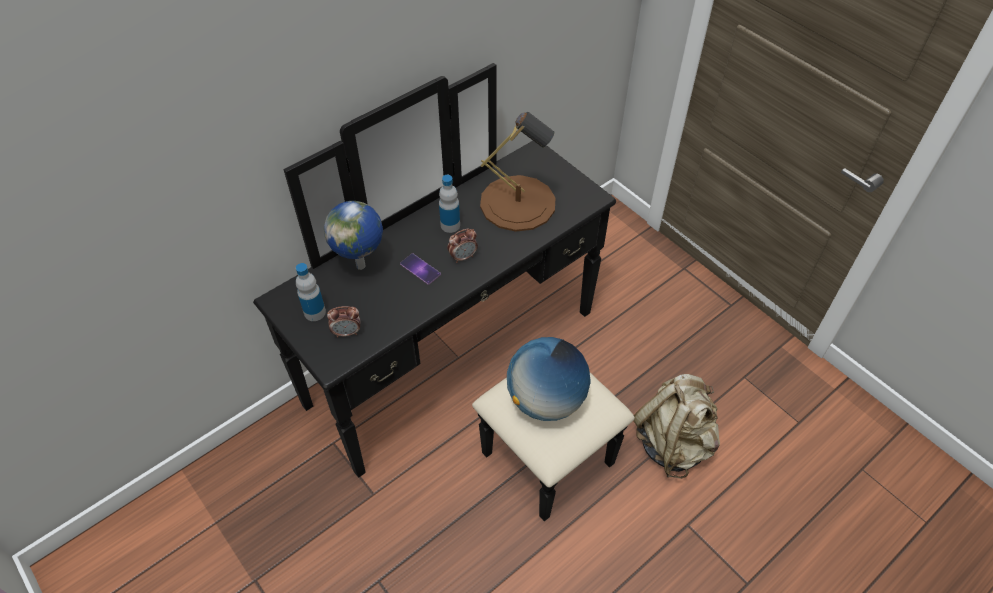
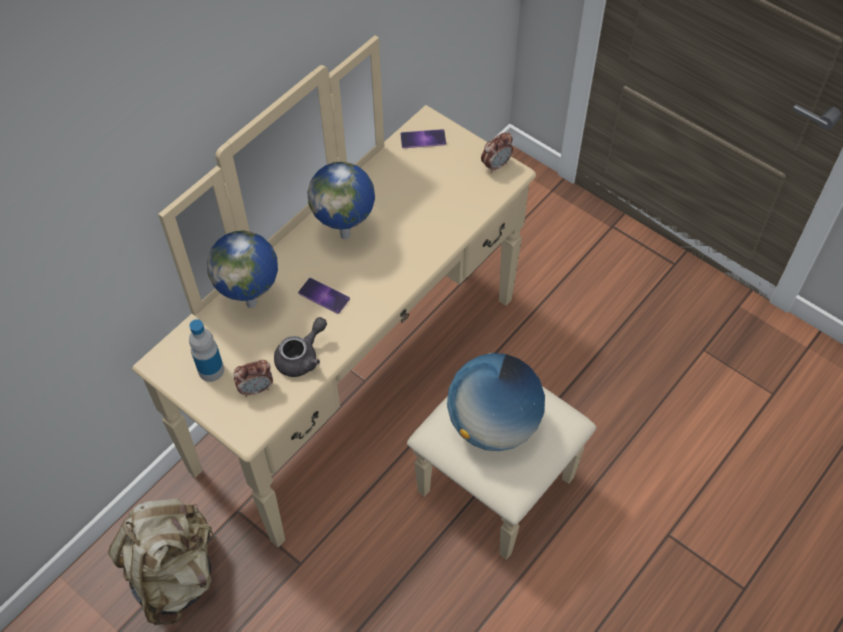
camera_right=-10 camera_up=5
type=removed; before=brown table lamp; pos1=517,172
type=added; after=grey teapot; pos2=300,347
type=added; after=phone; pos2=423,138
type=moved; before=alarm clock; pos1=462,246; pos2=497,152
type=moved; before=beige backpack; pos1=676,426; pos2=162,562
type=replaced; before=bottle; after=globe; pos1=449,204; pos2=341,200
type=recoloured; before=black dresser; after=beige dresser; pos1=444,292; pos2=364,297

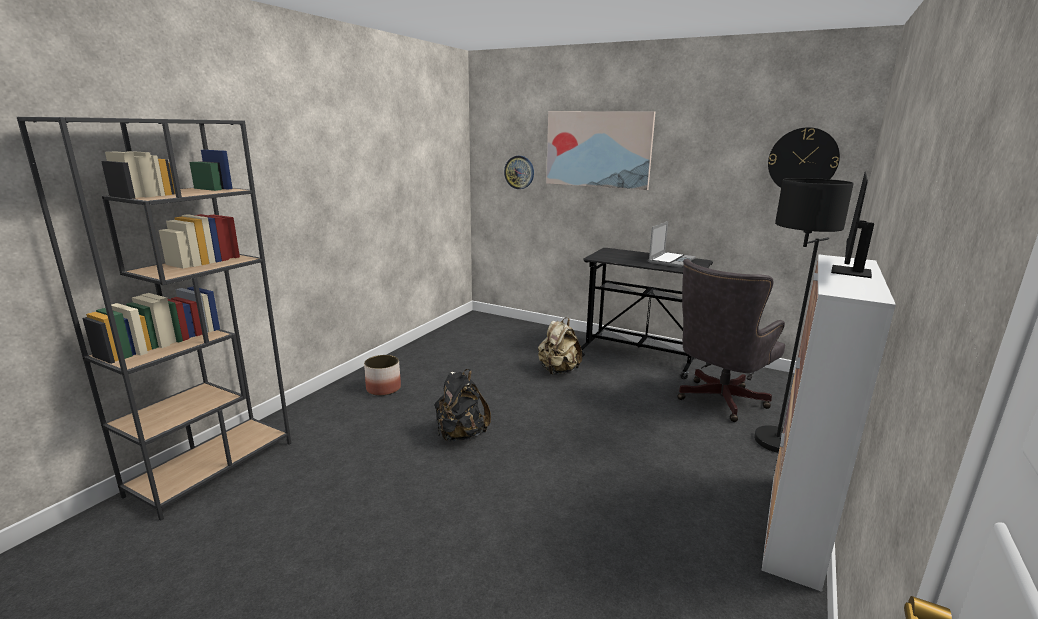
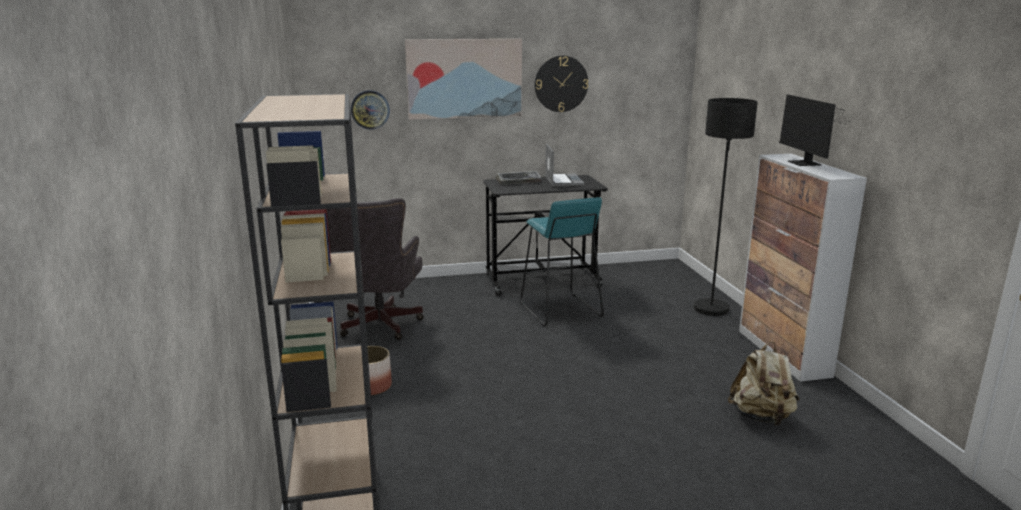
camera_right=-40 camera_up=0
type=removed; before=black backpack; pos1=463,405
type=added; after=keyboard; pos2=519,178
type=added; after=turquoise stool; pos2=562,261
type=moved; before=beige backpack; pos1=560,346; pos2=764,383
type=moved; before=grey office chair; pos1=731,340; pos2=374,269
type=moved; before=wall clock; pos1=804,157; pos2=561,84

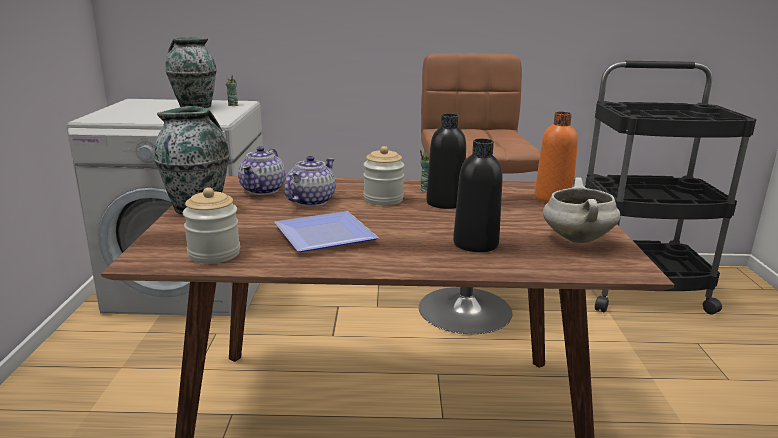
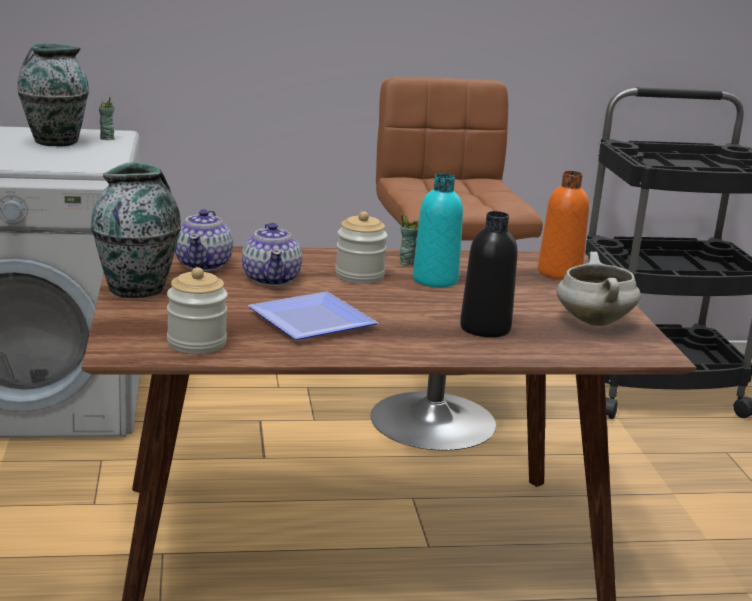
camera_right=-10 camera_up=0
type=recoloured; before=black bottle; after=turquoise bottle; pos1=446,161; pos2=438,230
type=turned; before=teapot; pos1=310,181; pos2=272,254; turn=150

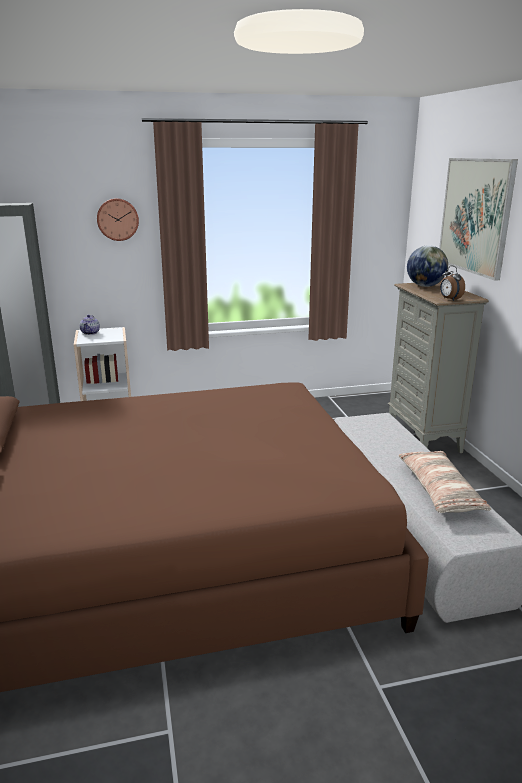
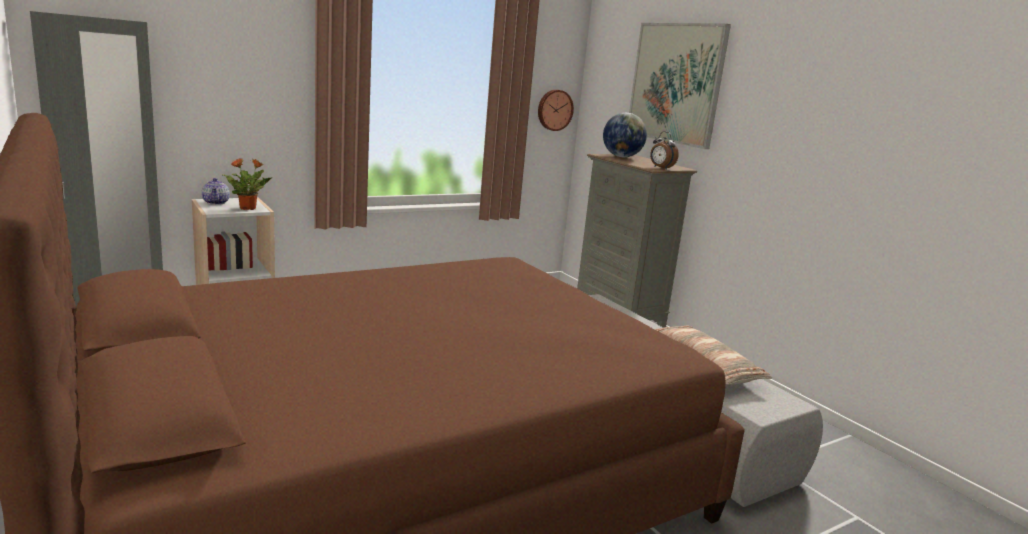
camera_right=-20 camera_up=-5
type=added; after=potted plant; pos2=247,184
type=moved; before=wall clock; pos1=118,219; pos2=556,110

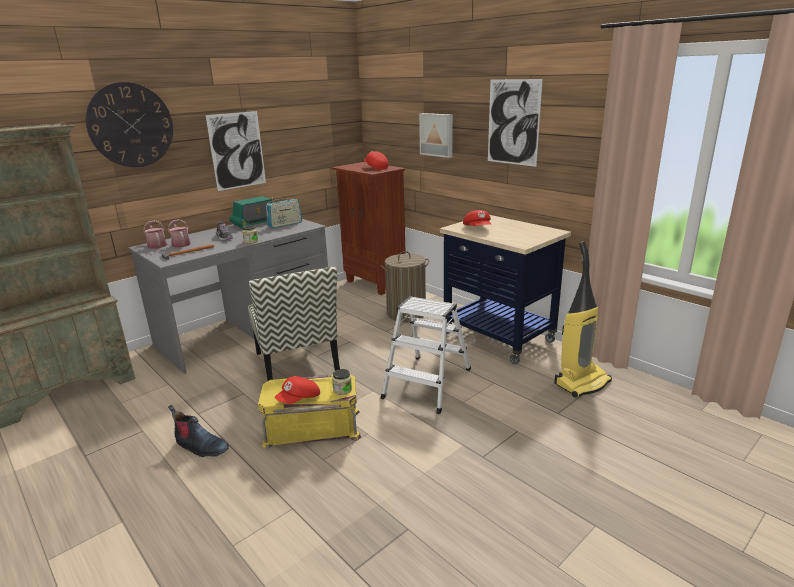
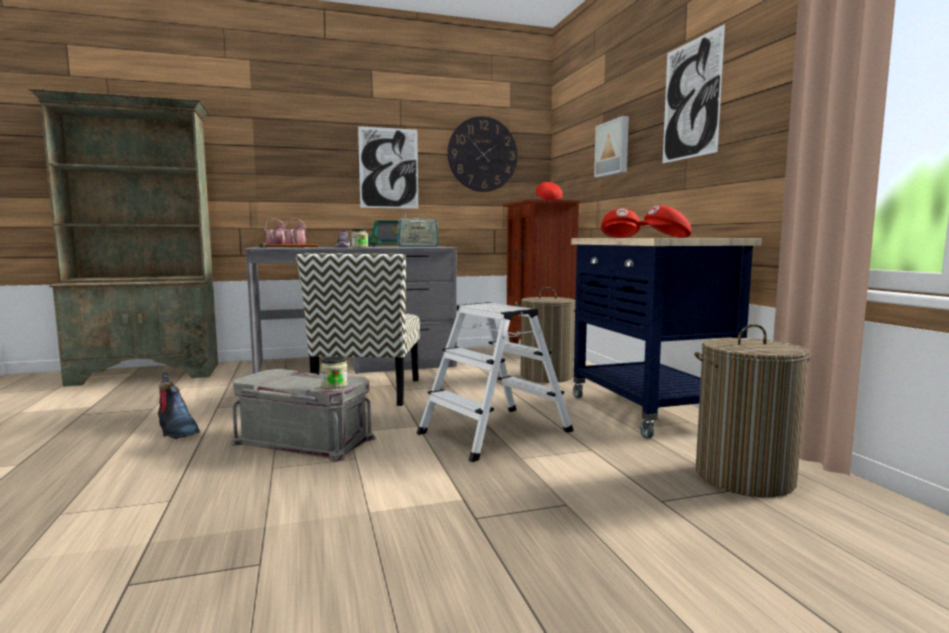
camera_right=25 camera_up=-15
type=moved; before=wall clock; pos1=129,124; pos2=482,154
type=moved; before=red cap; pos1=297,390; pos2=663,222
type=replaced; before=vacuum cleaner; after=laundry basket; pos1=583,319; pos2=752,410
type=recoloured; before=yellow storage box; after=grey storage box; pos1=309,412; pos2=303,415

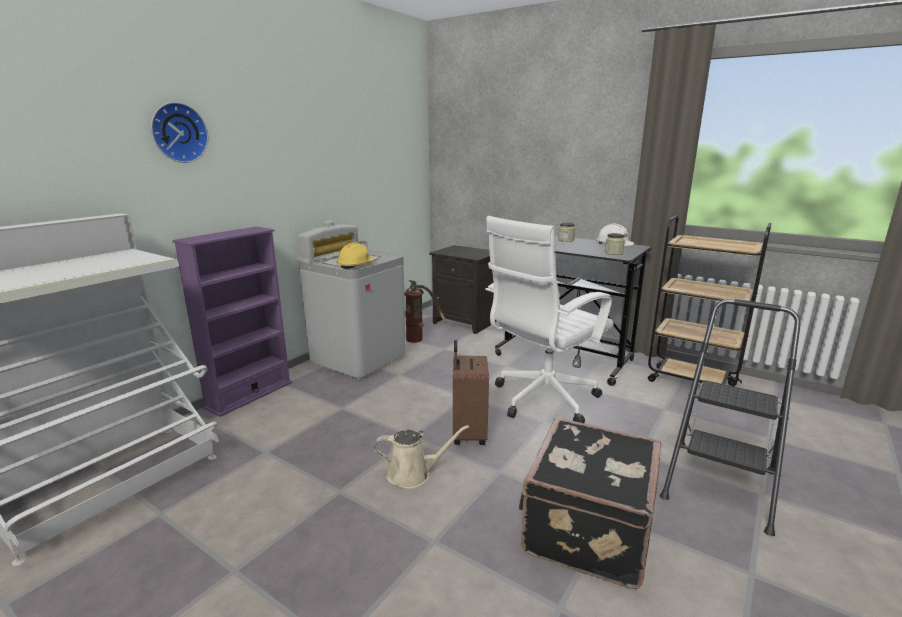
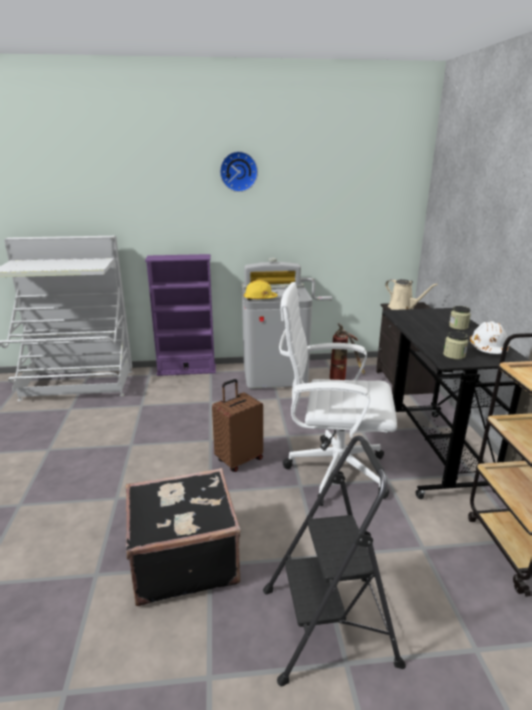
camera_right=50 camera_up=5
type=moved; before=wall clock; pos1=180,132; pos2=239,171
type=moved; before=beige watering can; pos1=421,457; pos2=411,294

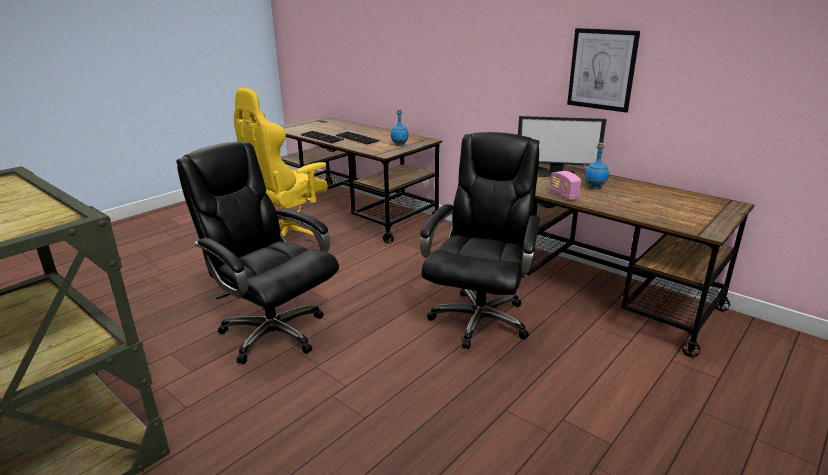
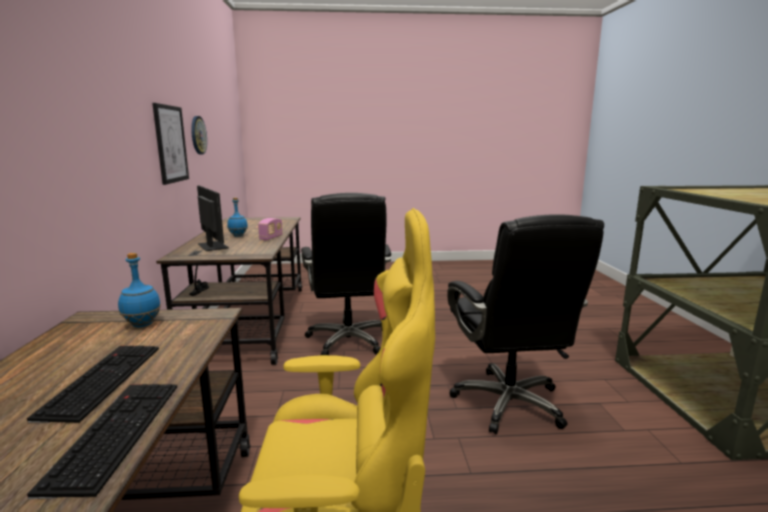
camera_right=-135 camera_up=-10
type=added; after=wall clock; pos2=199,135
type=turned; before=black office chair; pos1=480,240; pos2=346,274; turn=-75

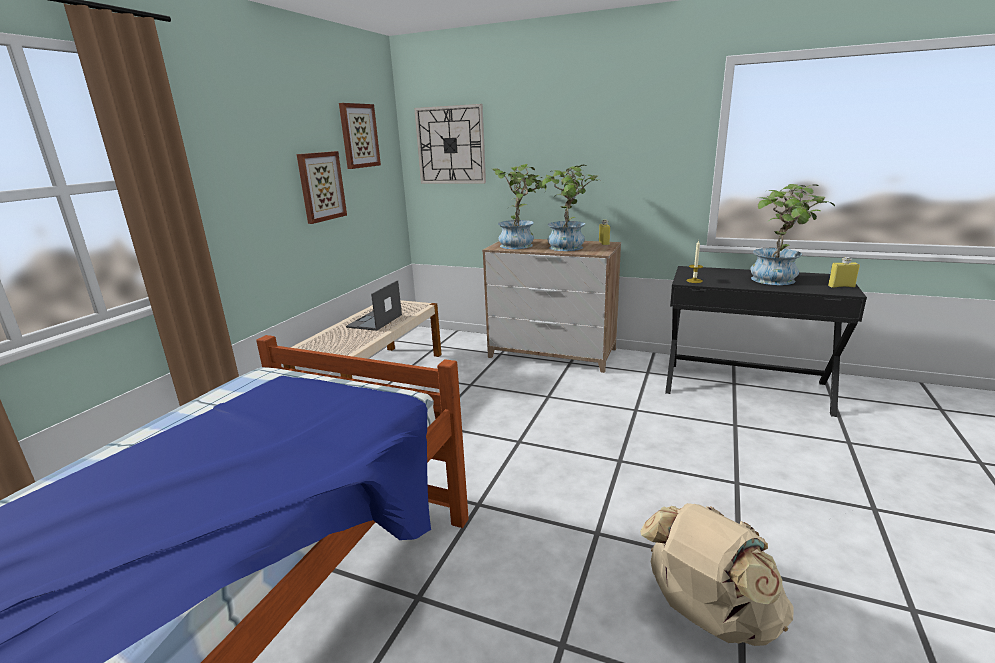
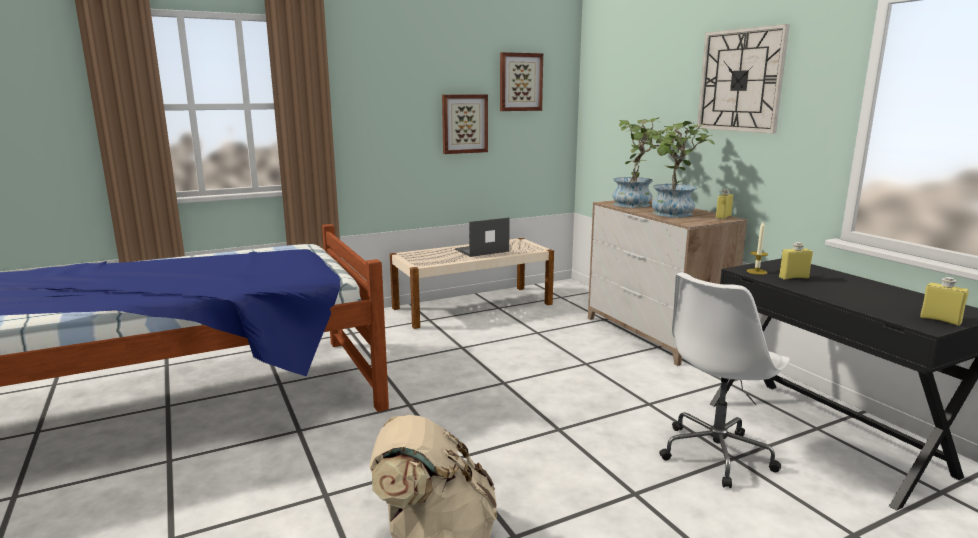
camera_right=40 camera_up=-5
type=removed; before=potted plant; pos1=792,234
type=added; after=white office chair; pos2=724,380
type=added; after=yellow bottle; pos2=796,261
type=moved; before=wall clock; pos1=450,144; pos2=743,78

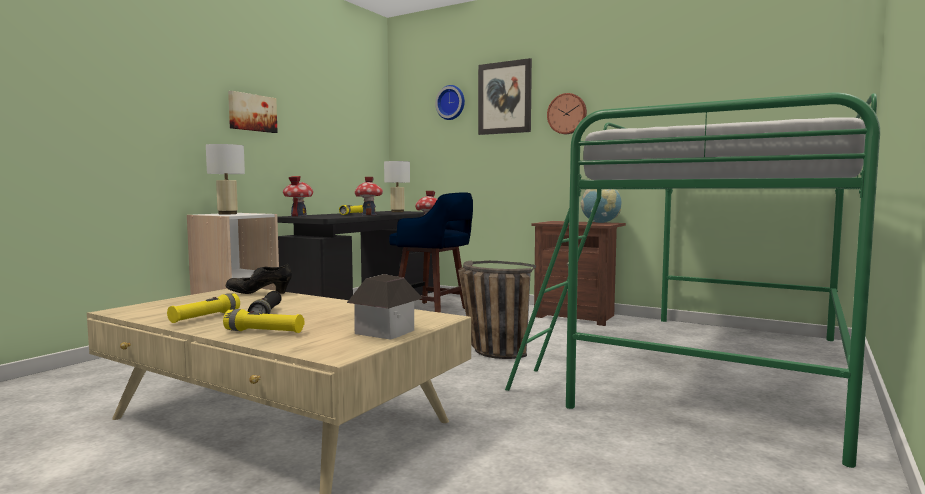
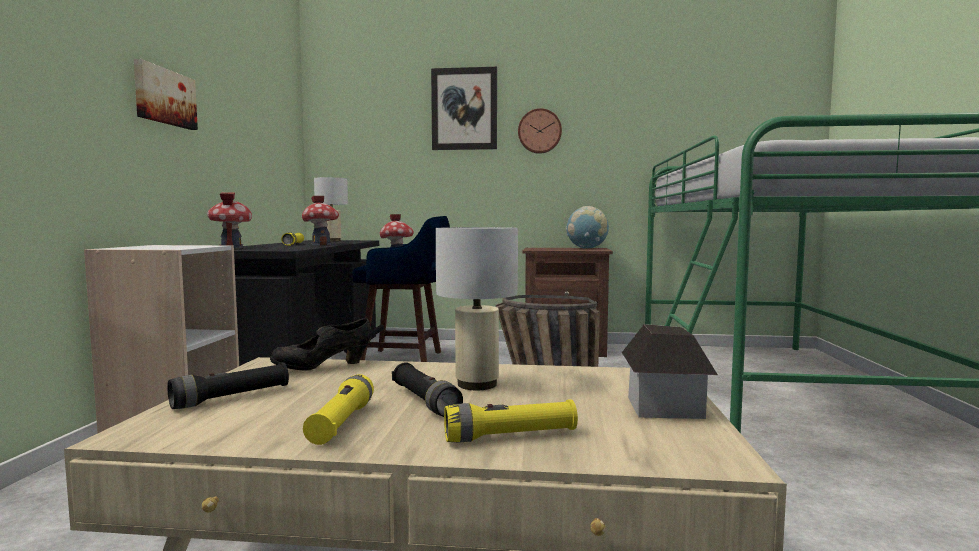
camera_right=-25 camera_up=0
type=removed; before=wall clock; pos1=450,102
type=added; after=black flashlight; pos2=228,385
type=moved; before=white table lamp; pos1=225,179; pos2=477,308

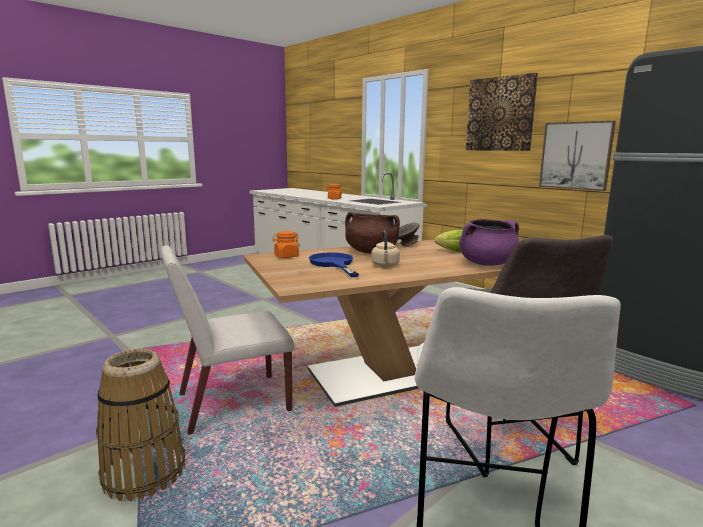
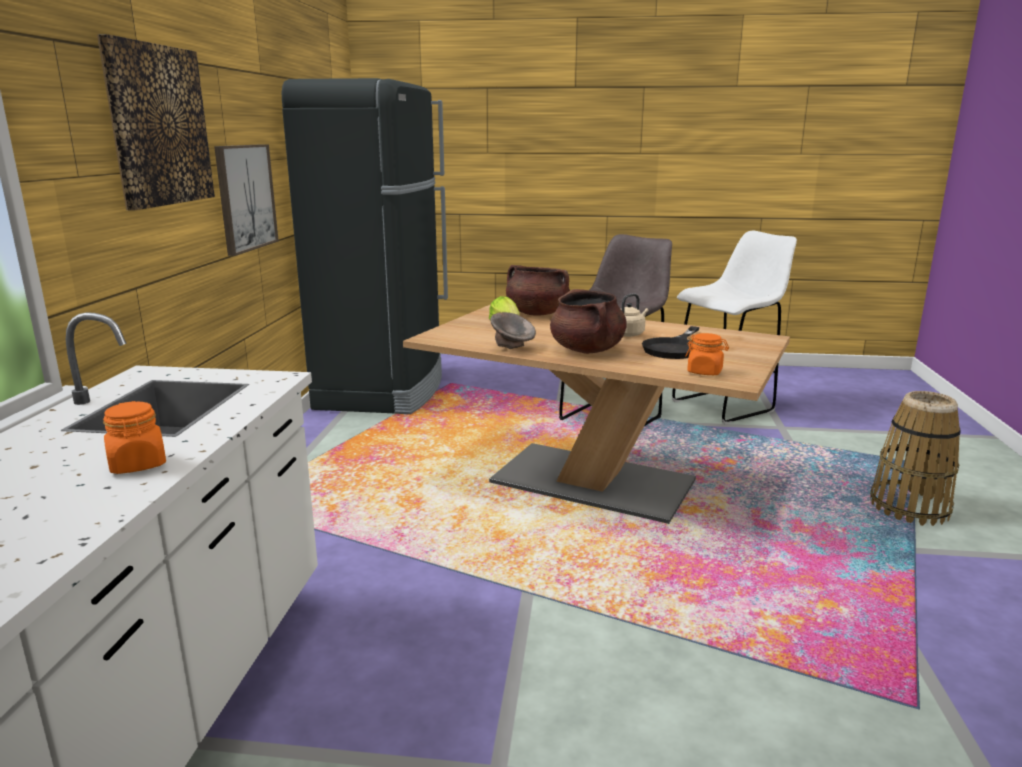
camera_right=-130 camera_up=5
type=removed; before=white chair; pos1=227,340
type=recoloured; before=blue frying pan; after=black frying pan; pos1=334,264; pos2=671,342
type=recoloured; before=purple cooking pot; after=brown cooking pot; pos1=489,242; pos2=538,290

